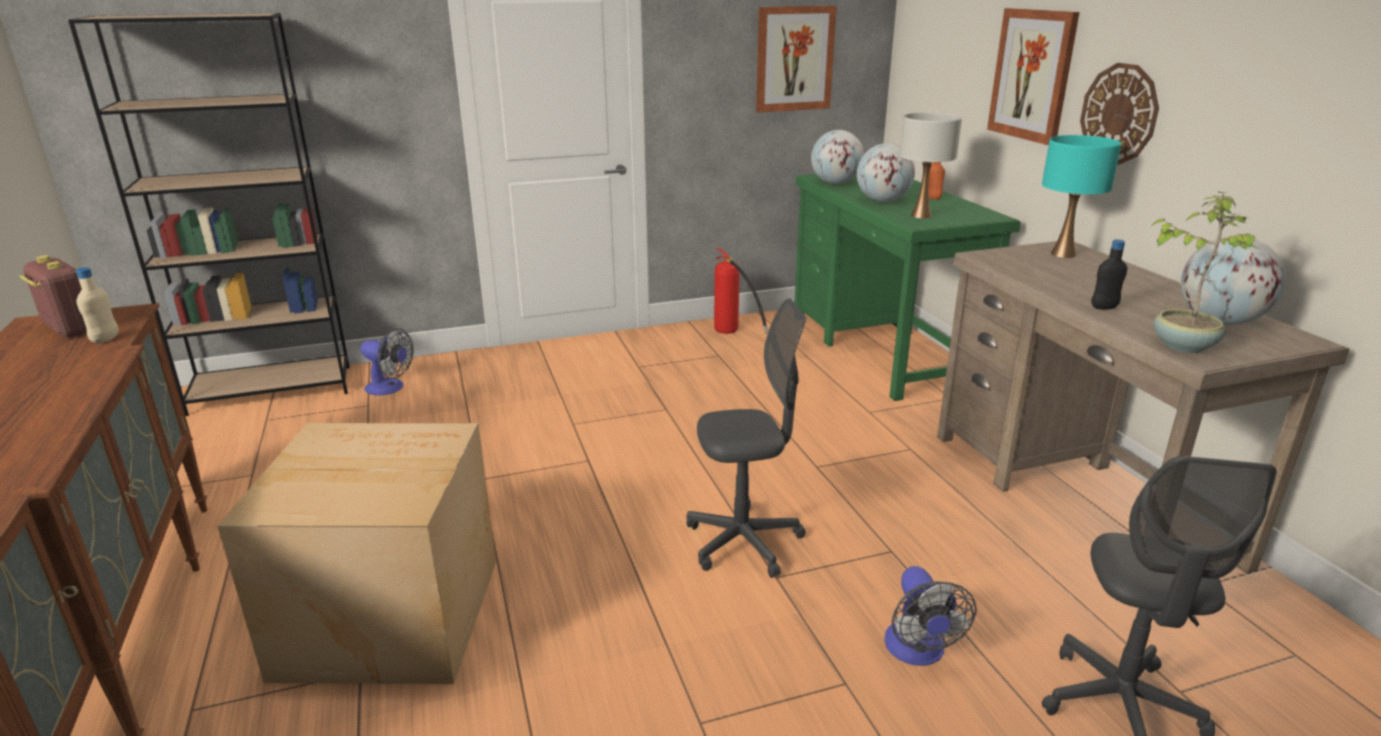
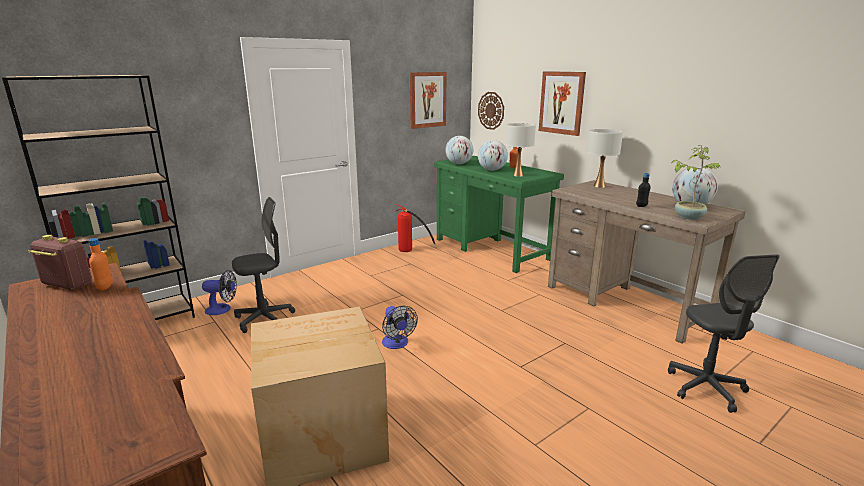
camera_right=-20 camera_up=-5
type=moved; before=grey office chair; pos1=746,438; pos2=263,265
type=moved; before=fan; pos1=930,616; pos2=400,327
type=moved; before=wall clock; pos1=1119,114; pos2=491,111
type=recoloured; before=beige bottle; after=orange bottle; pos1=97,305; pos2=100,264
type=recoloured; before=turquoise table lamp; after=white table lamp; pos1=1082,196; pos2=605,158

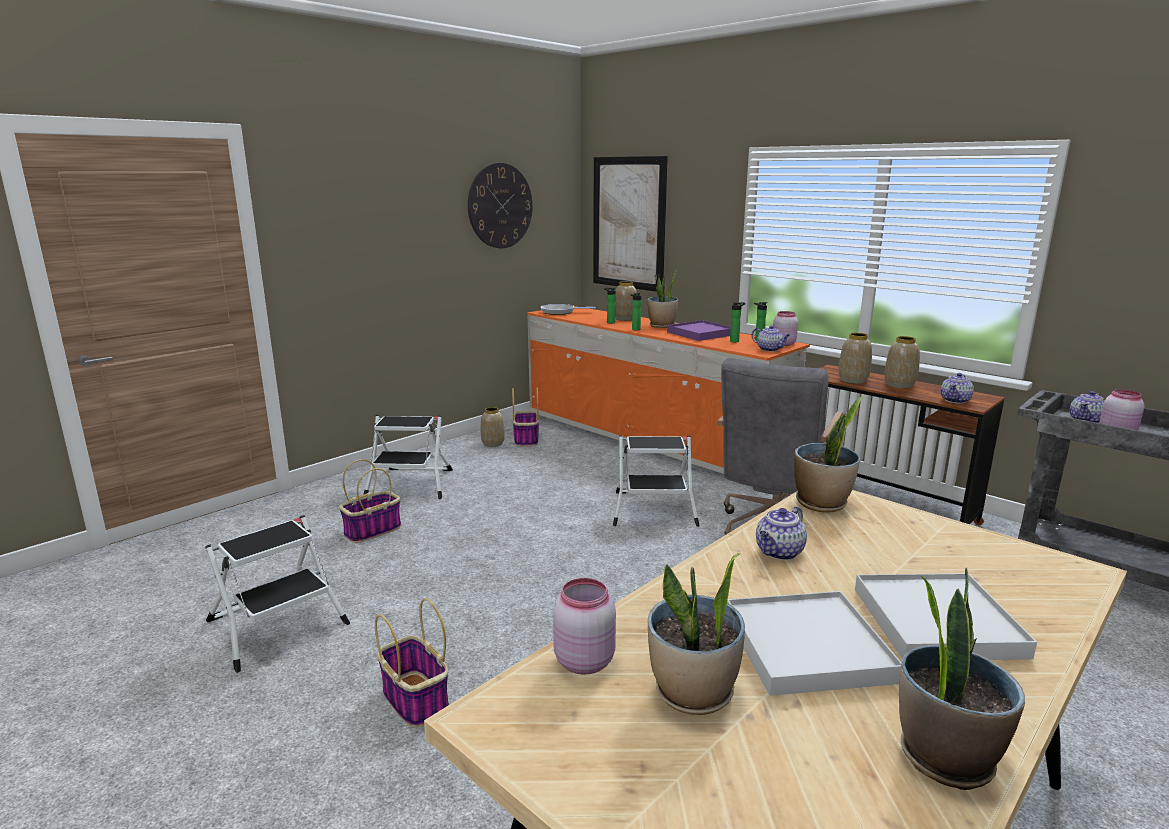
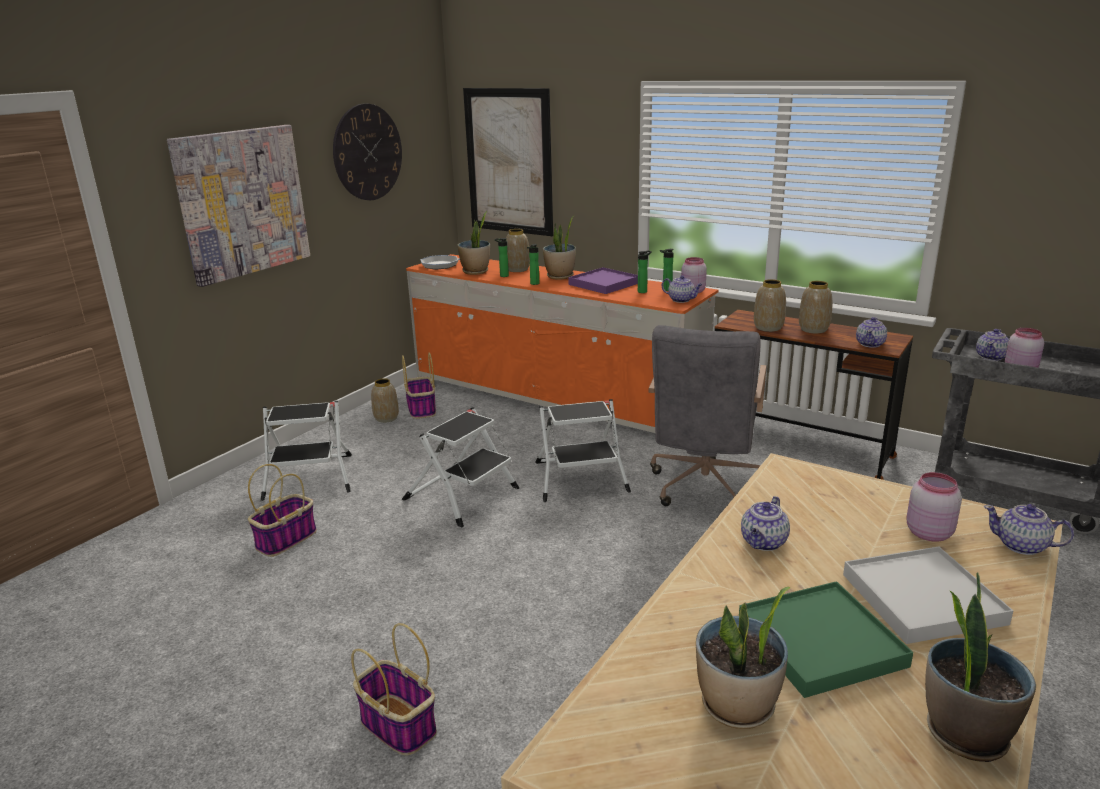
camera_right=-10 camera_up=5
type=added; after=picture; pos2=238,206
type=added; after=teapot; pos2=1029,529
type=moved; before=step ladder; pos1=277,594; pos2=460,467
type=moved; before=pink jar; pos1=584,626; pos2=934,507
type=moved; before=potted plant; pos1=828,454; pos2=474,243
type=recoloured; before=white tray; after=green tray; pos1=814,643; pos2=826,639

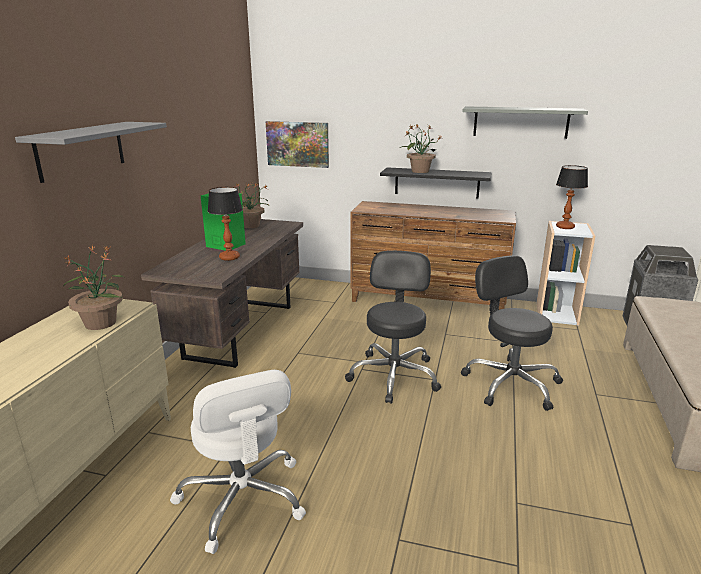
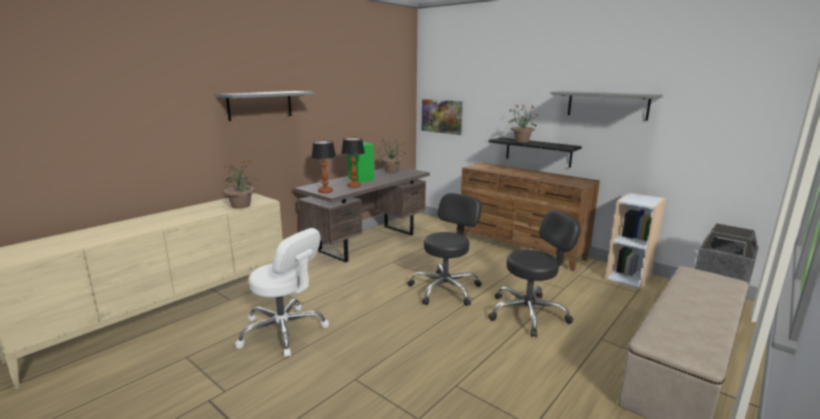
camera_right=25 camera_up=-5
type=moved; before=table lamp; pos1=572,197; pos2=323,167
type=turned; before=white office chair; pos1=238,462; pos2=282,292; turn=-60
type=turned; before=black office chair; pos1=512,333; pos2=534,273; turn=75

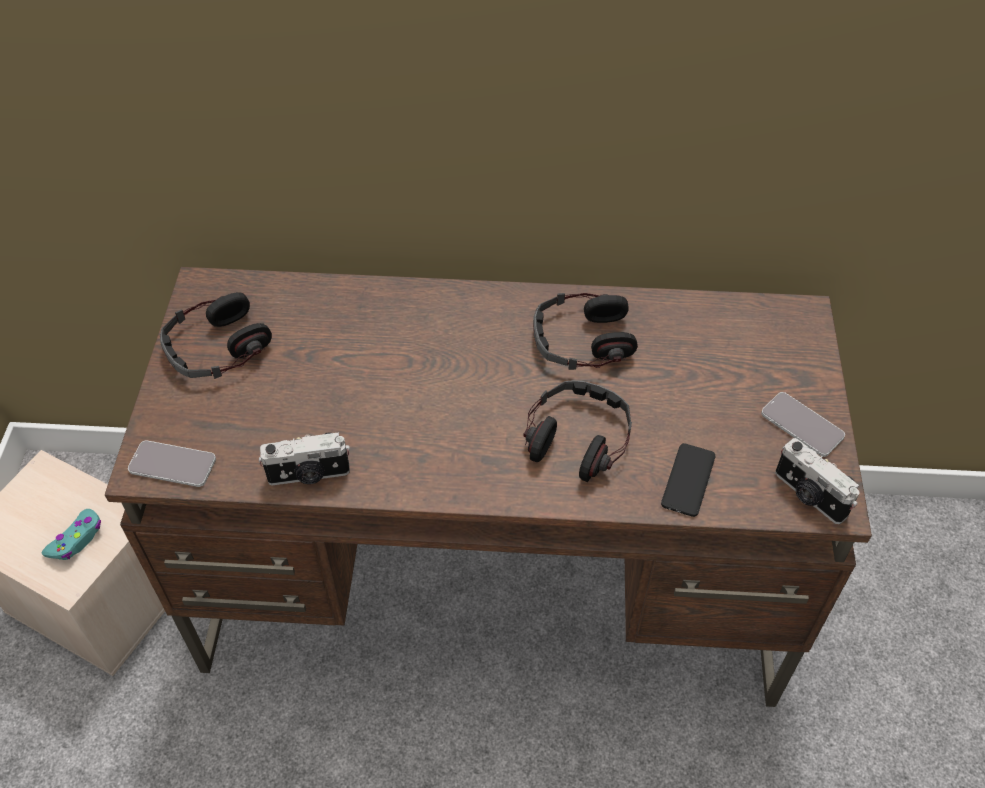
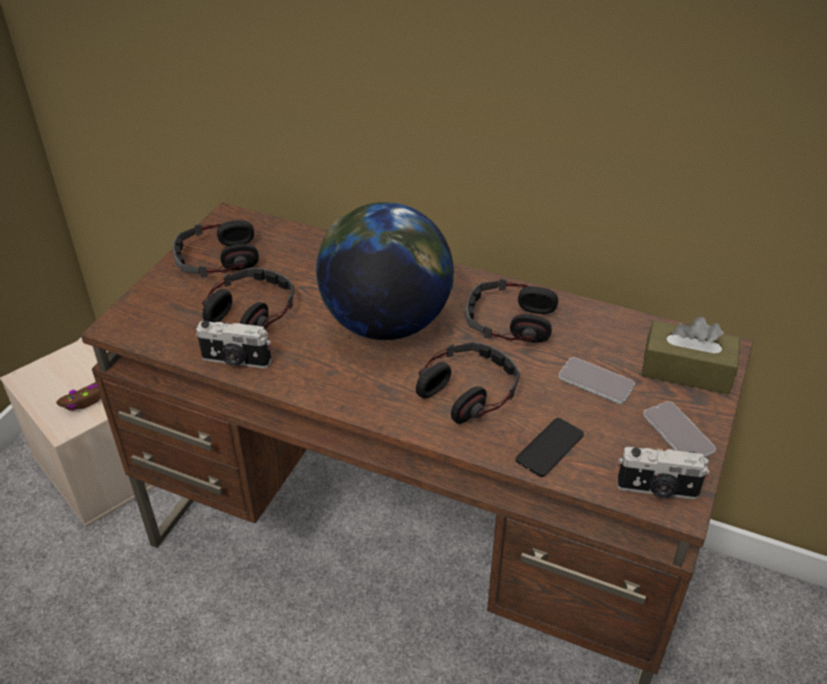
camera_right=20 camera_up=-10
type=added; after=headphones; pos2=248,298
type=added; after=globe; pos2=385,271
type=added; after=brown tissue box; pos2=690,355
type=moved; before=phone; pos1=172,463; pos2=596,380
type=recoloured; before=turquoise game controller; after=brown game controller; pos1=71,534; pos2=78,396
type=turned; before=photo camera; pos1=817,481; pos2=663,473; turn=-60

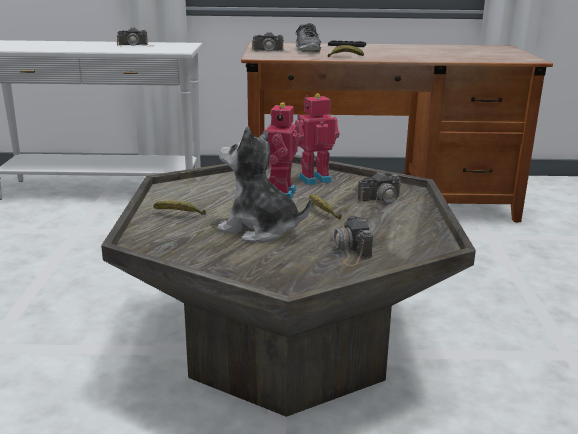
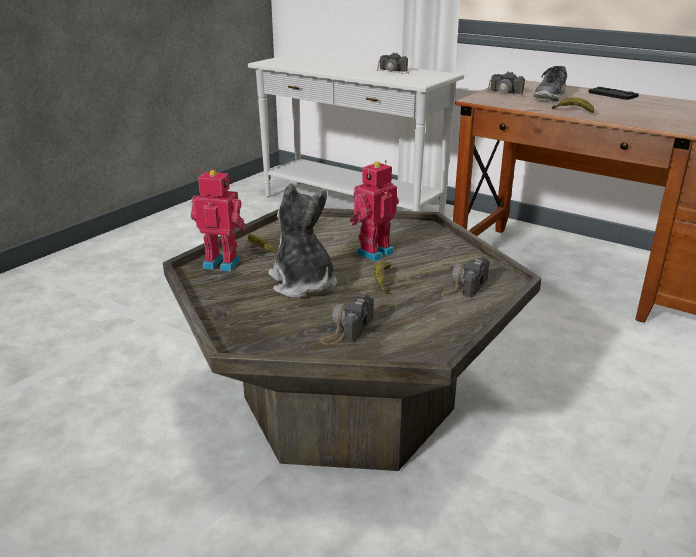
camera_right=35 camera_up=5
type=moved; before=toy robot; pos1=317,139; pos2=218,221
type=turned; before=photo camera; pos1=386,188; pos2=465,277; turn=105

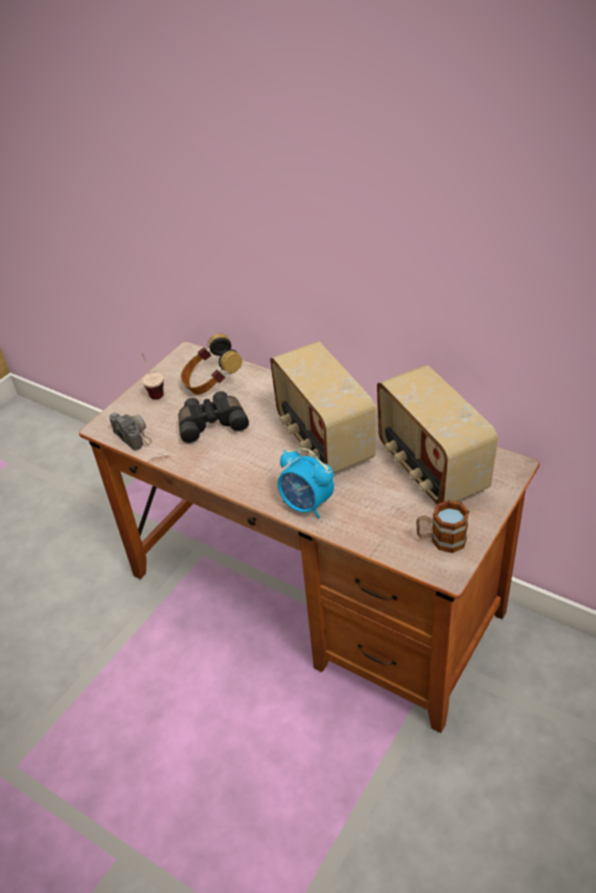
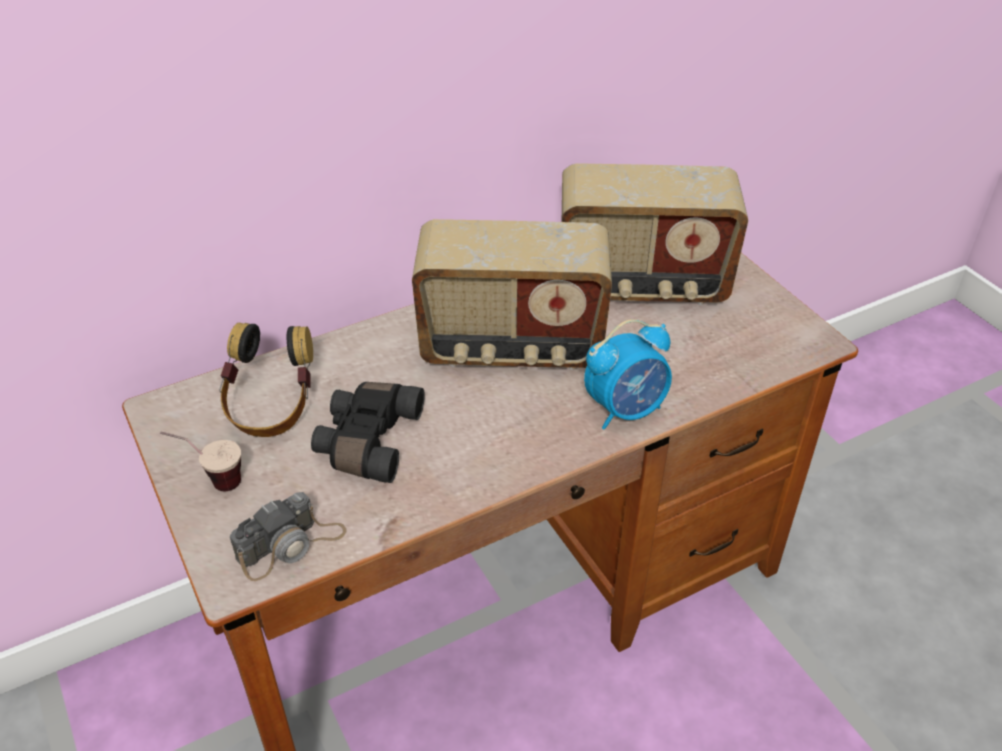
camera_right=-65 camera_up=0
type=removed; before=mug; pos1=442,526
type=turned; before=photo camera; pos1=130,432; pos2=288,536; turn=150

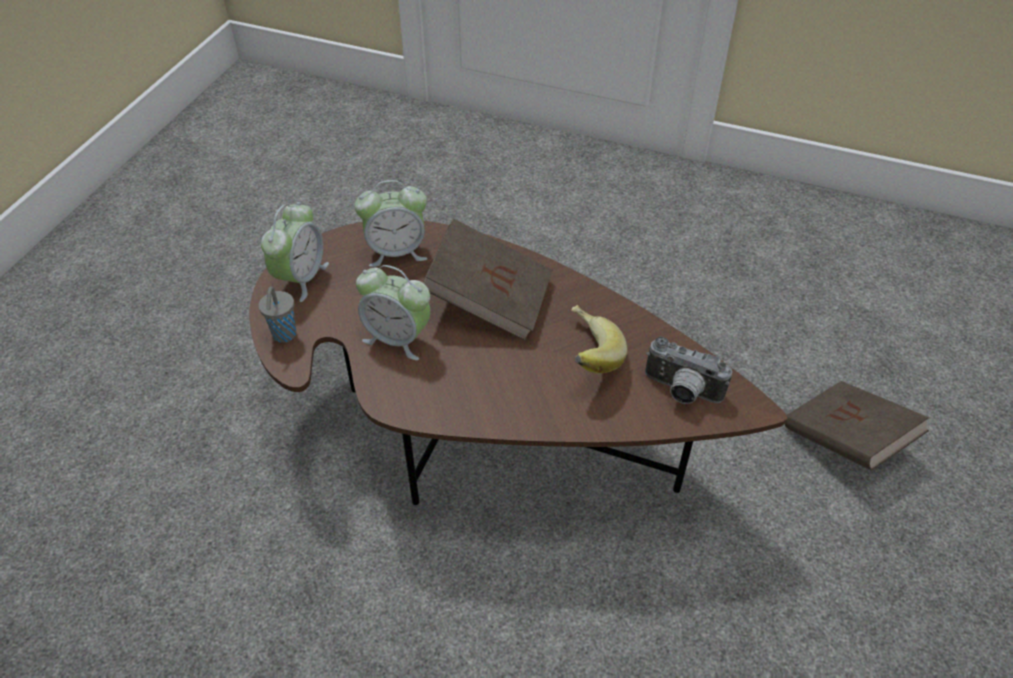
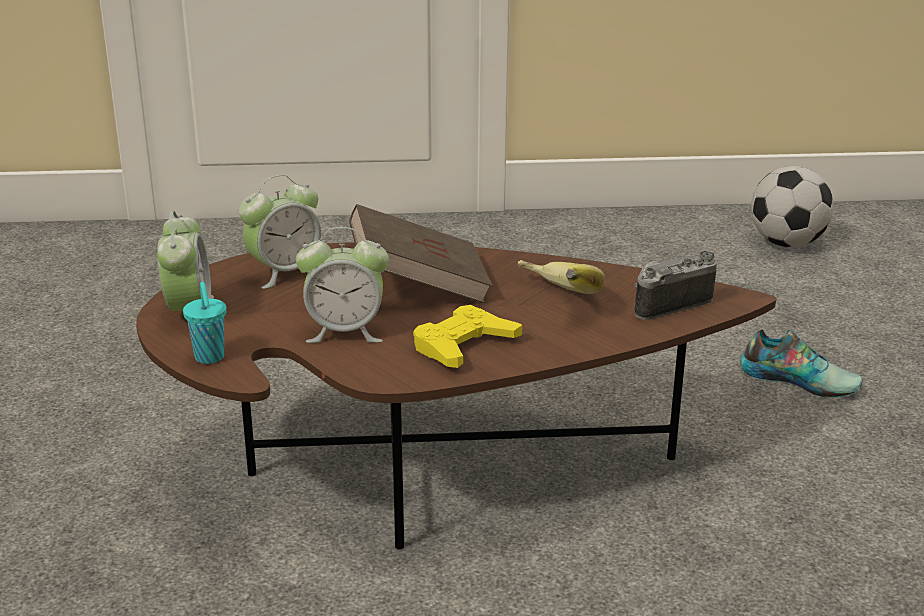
camera_right=-25 camera_up=-20
type=added; after=yellow game controller; pos2=467,336
type=added; after=football; pos2=792,206
type=replaced; before=brown book; after=shoe; pos1=857,426; pos2=801,364
type=recoloured; before=grey cup; after=turquoise cup; pos1=277,314; pos2=204,323
type=turned; before=photo camera; pos1=688,370; pos2=675,285; turn=150

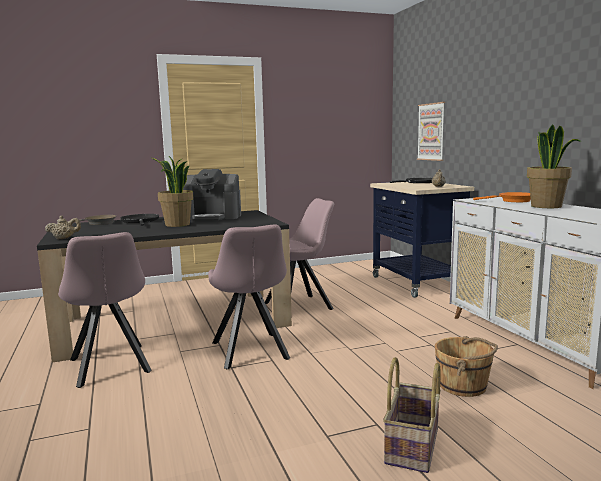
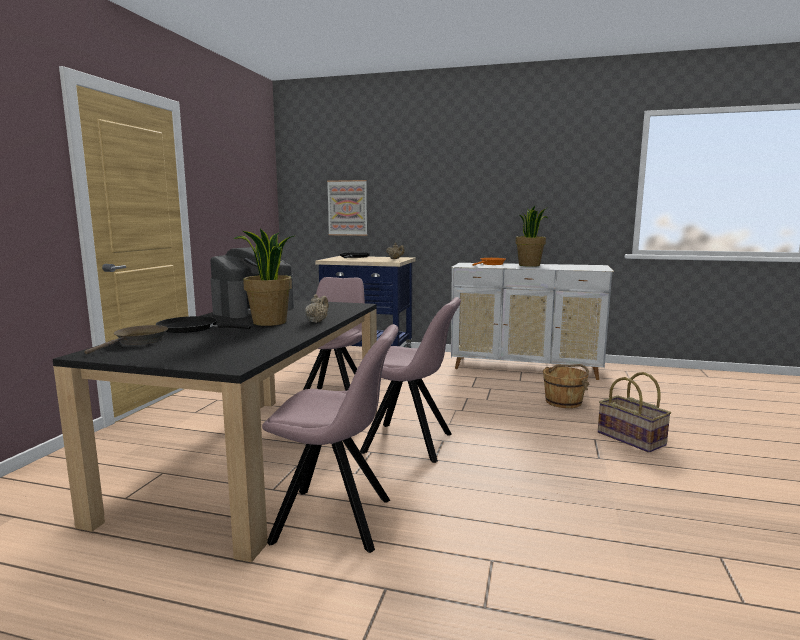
camera_right=-55 camera_up=0
type=moved; before=beige teapot; pos1=63,227; pos2=316,308

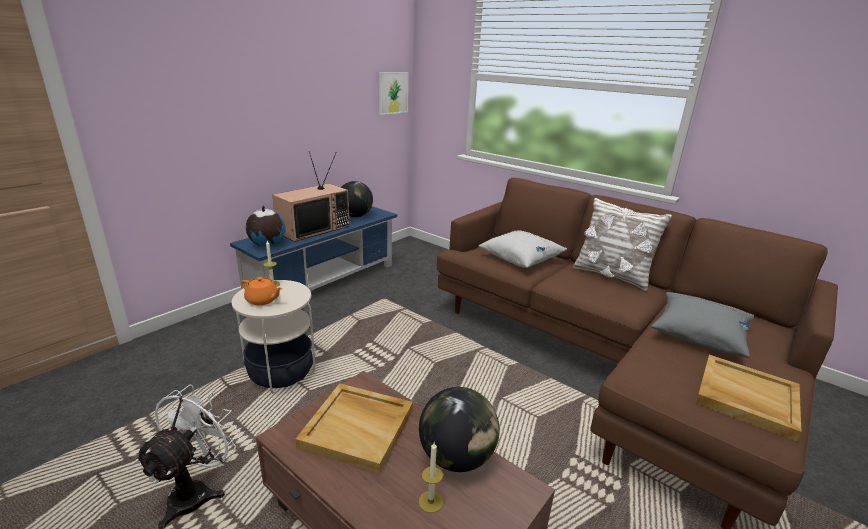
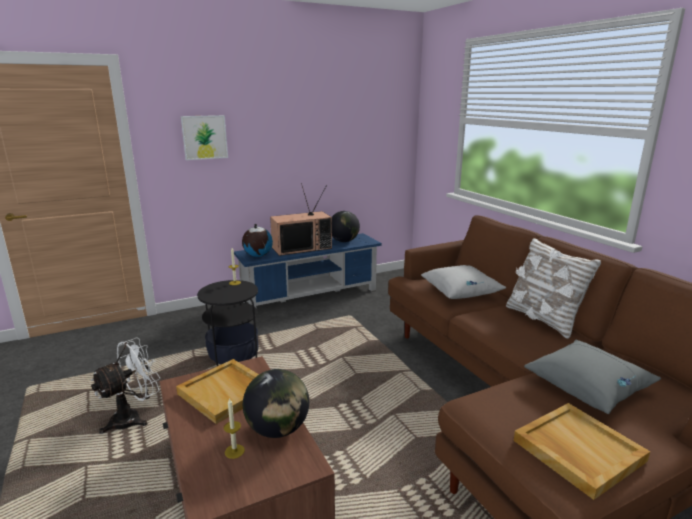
camera_right=25 camera_up=-5
type=removed; before=orange teapot; pos1=261,291
type=moved; before=picture; pos1=394,93; pos2=204,137
type=recoloured; before=beige side table; after=black side table; pos1=273,337; pos2=228,323

